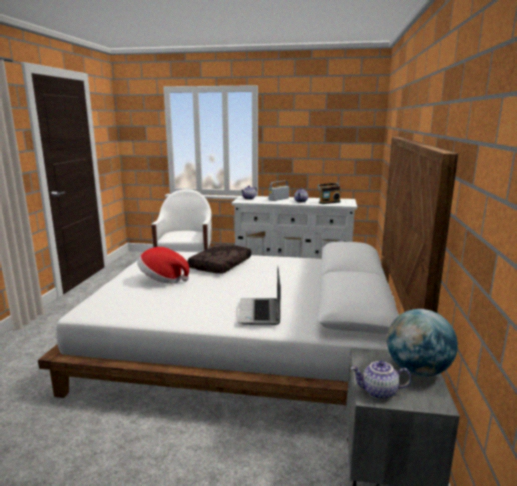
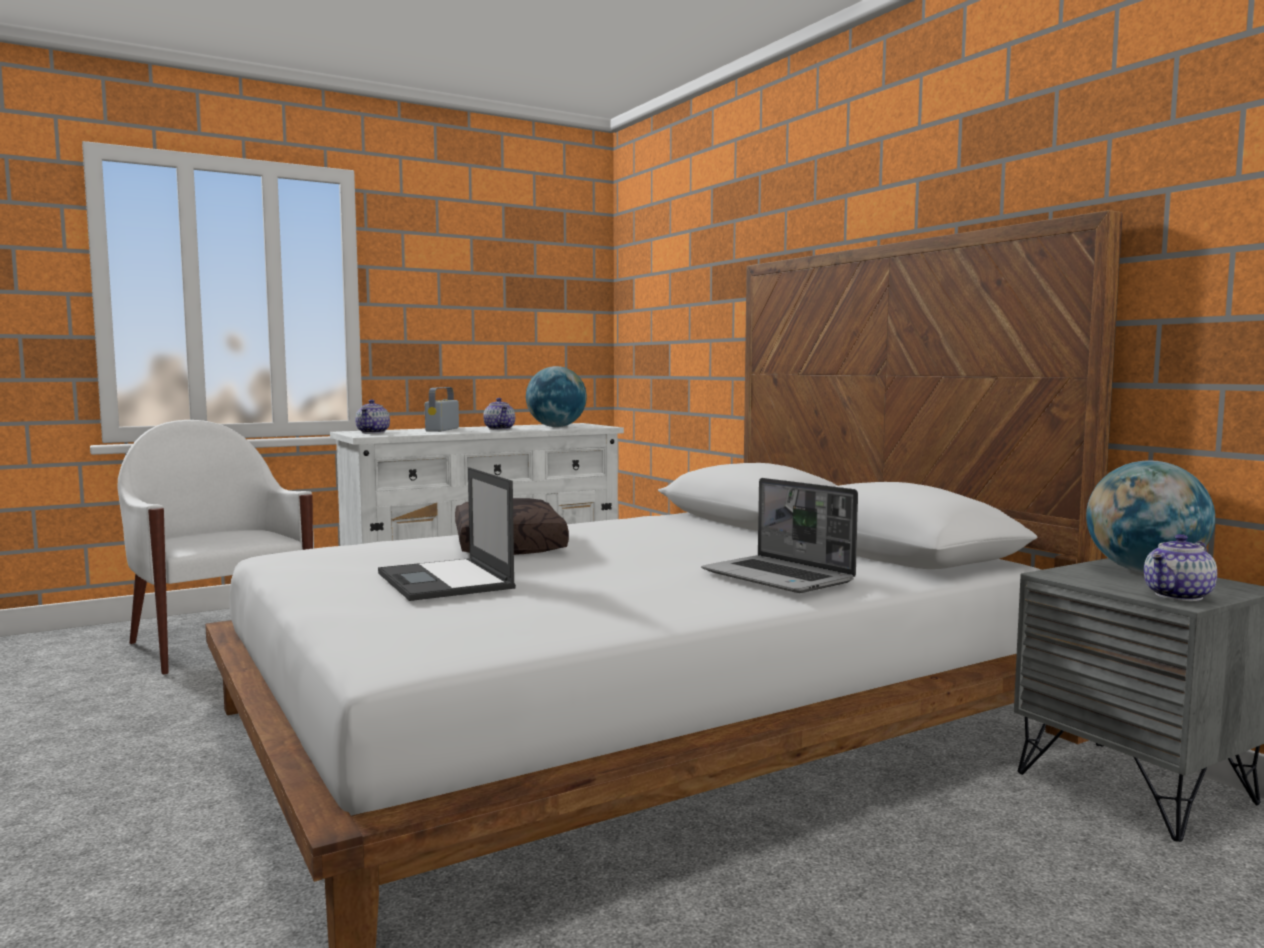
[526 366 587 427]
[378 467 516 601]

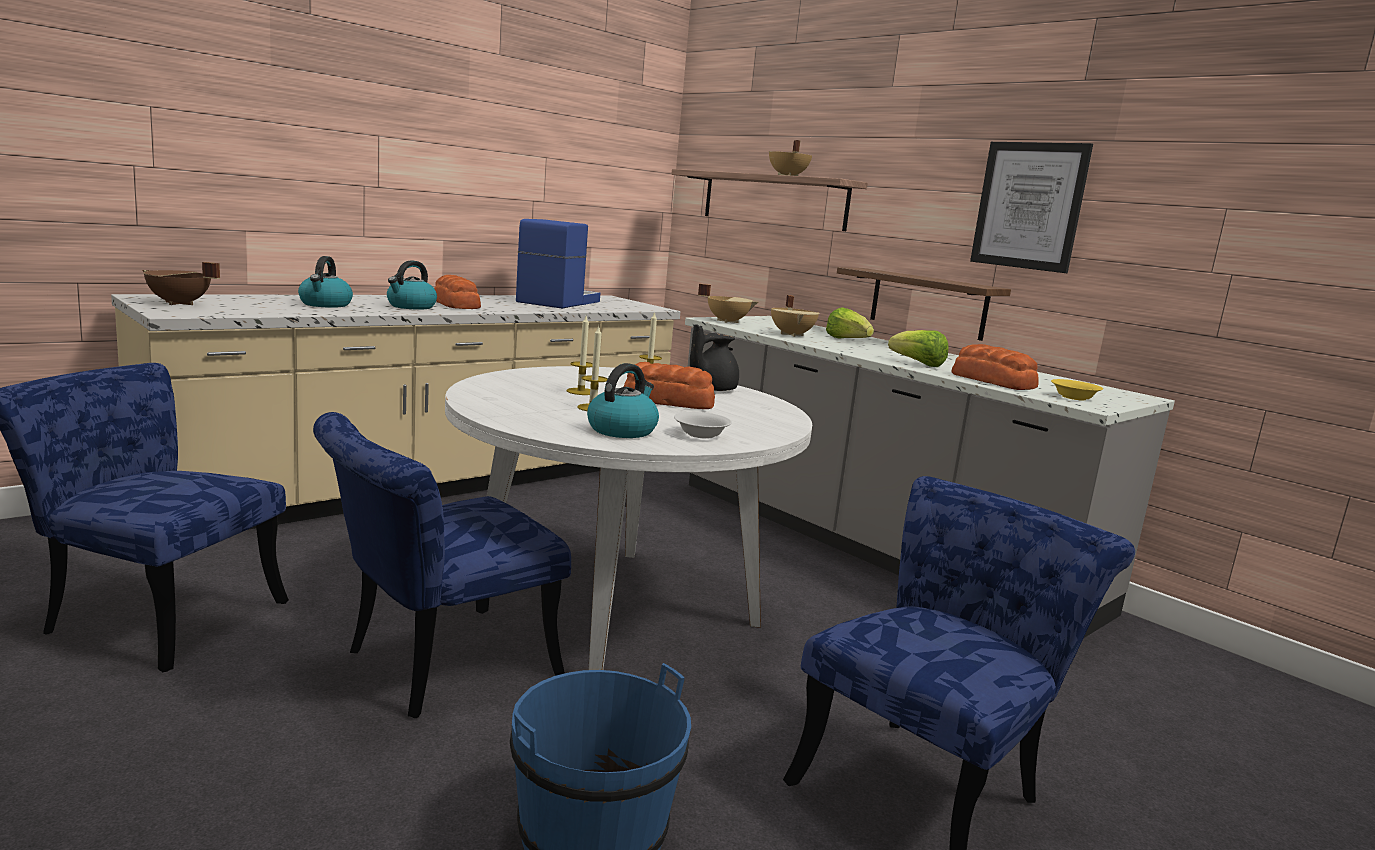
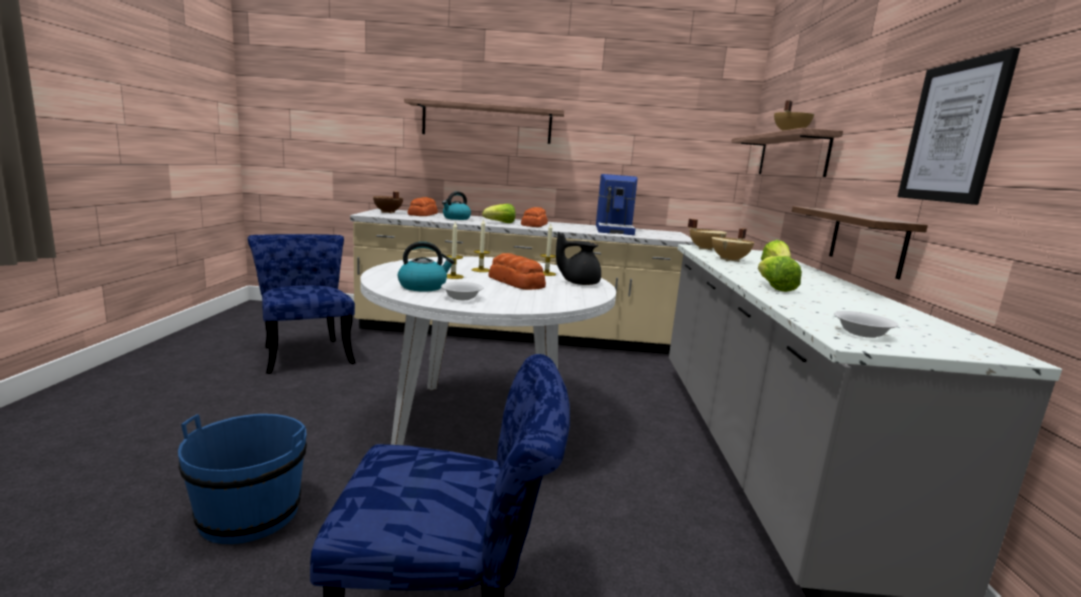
[596 174 638 235]
[482 204 516 223]
[407 197 438 216]
[834 311 898 338]
[313 412 571 718] (first image)
[404 98 564 144]

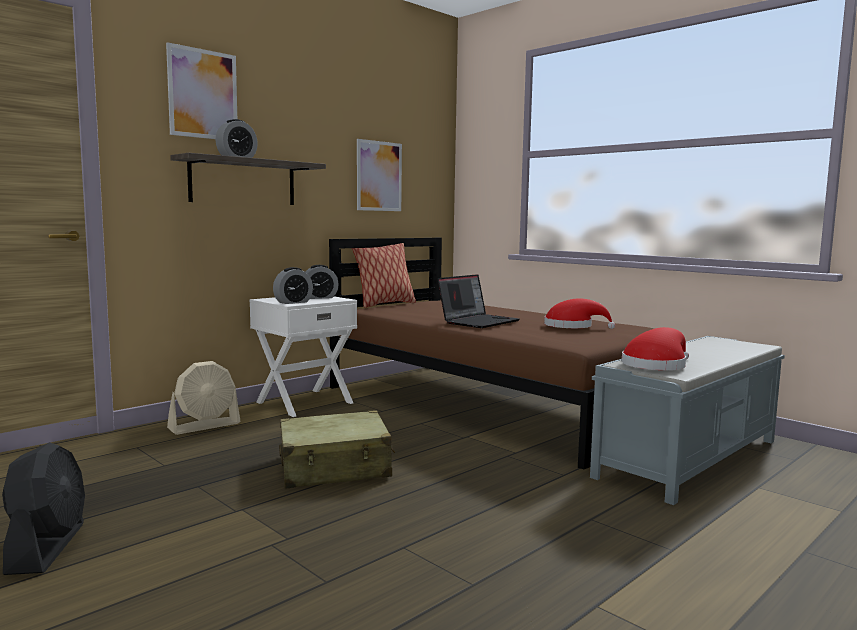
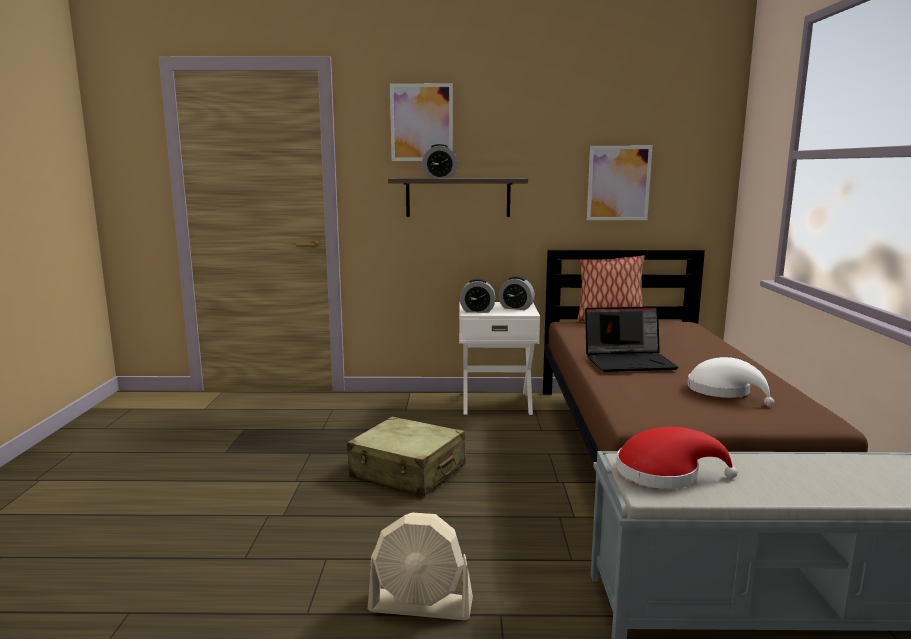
[687 357 774 406]
[368 512 473 620]
[2 442 85 575] (first image)

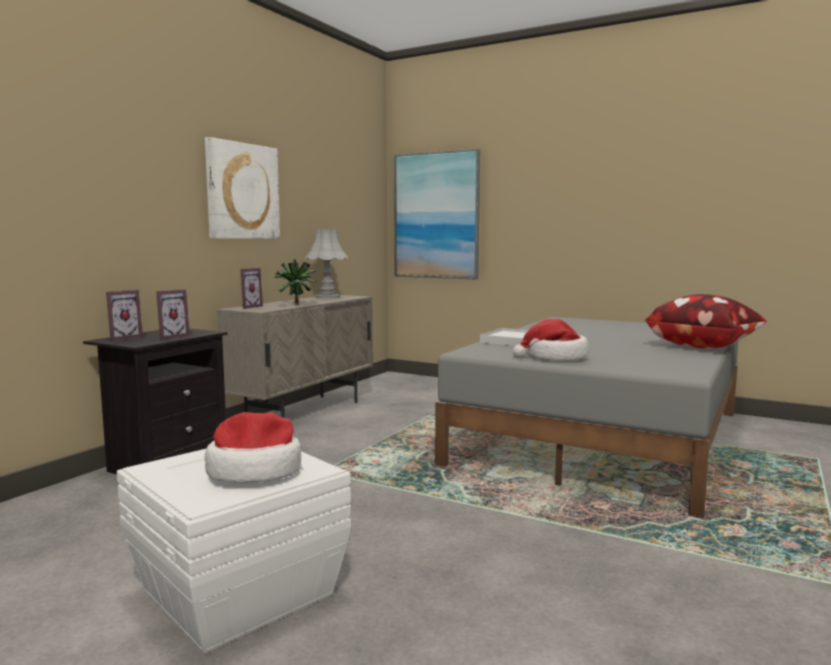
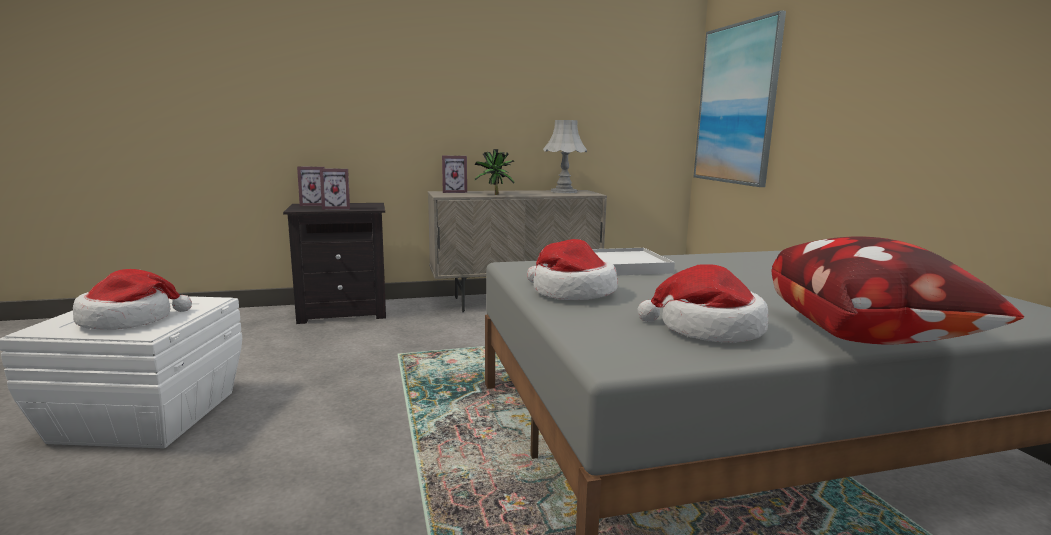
[205 137 280 239] (first image)
[638 264 768 343]

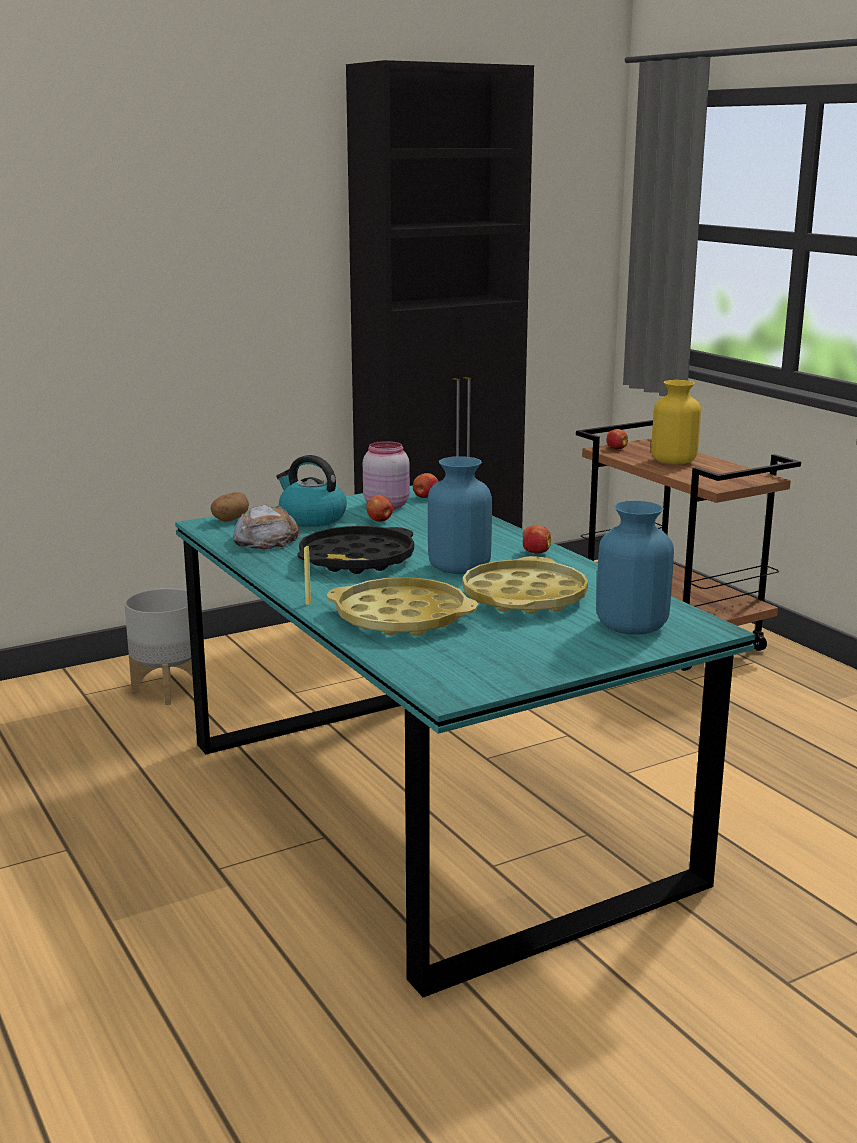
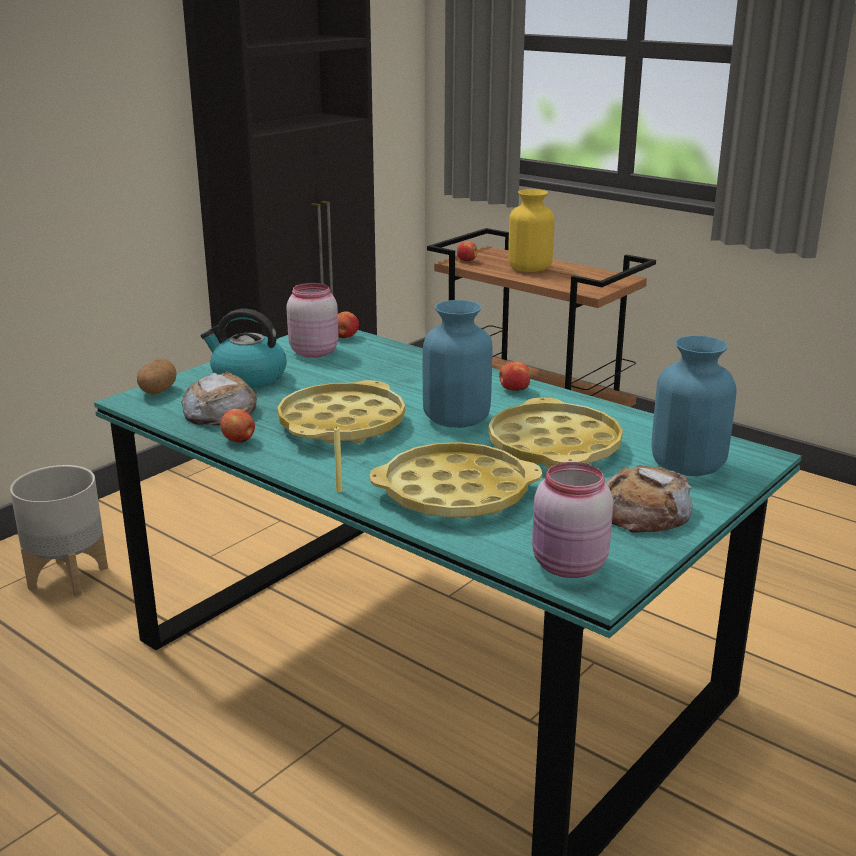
[220 409 255 443]
[277 380 405 444]
[532 462 613 578]
[606 465 693 533]

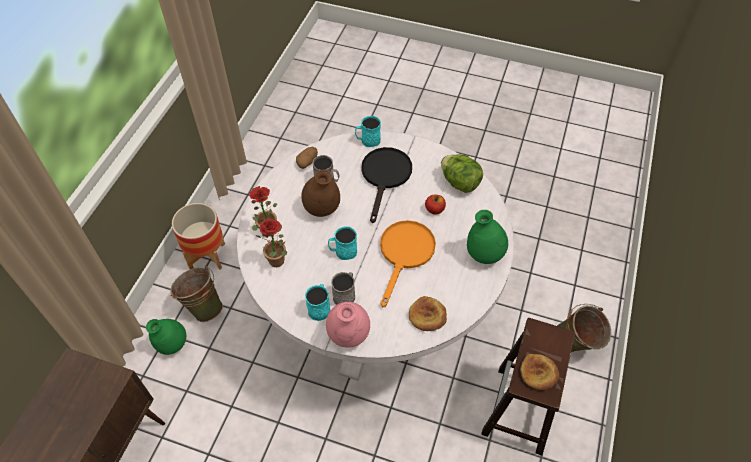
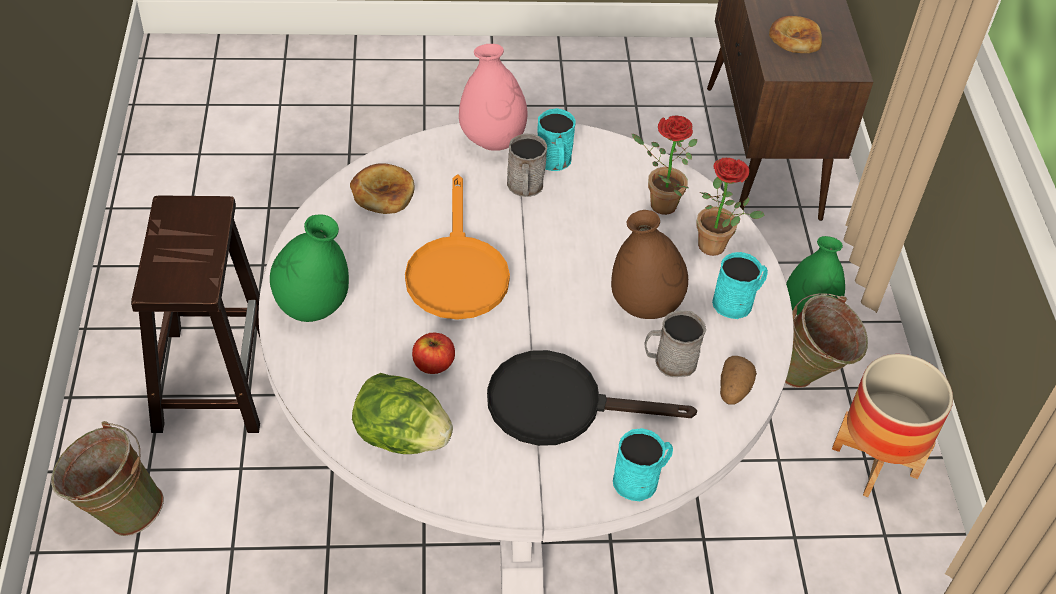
[487 350 697 446]
[712 252 768 319]
[769 16 822 53]

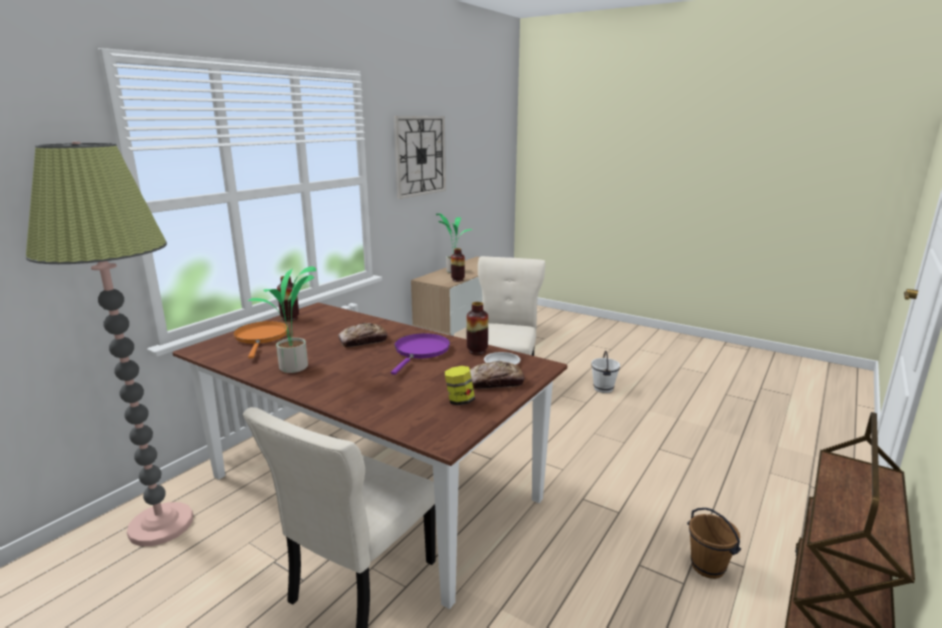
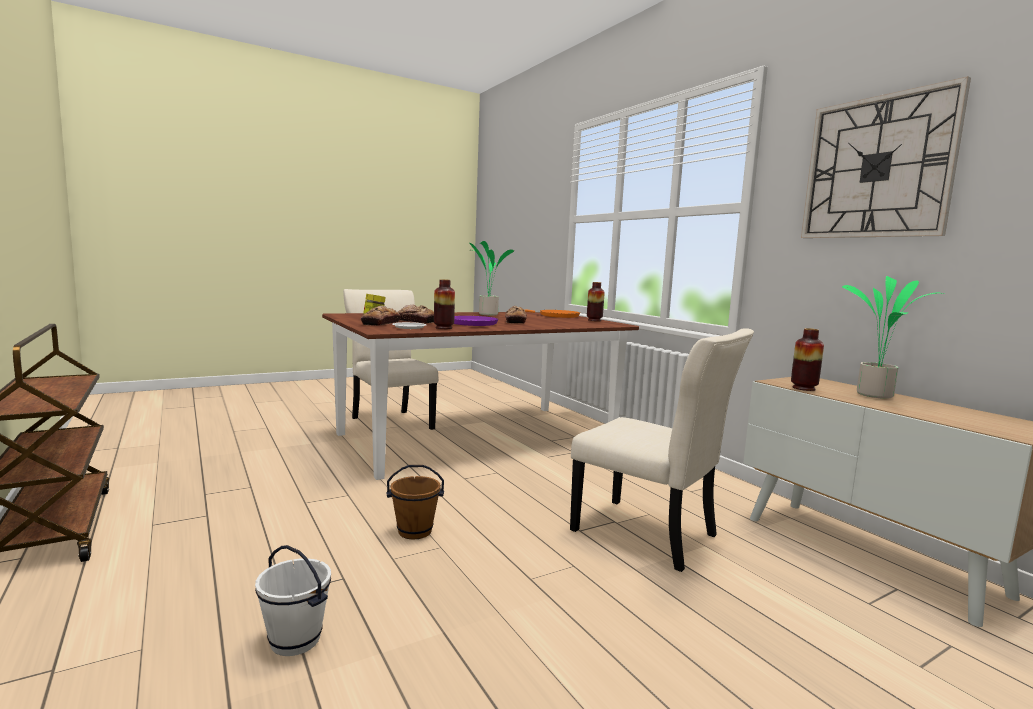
[26 142 193 546] (first image)
[255 545 331 656]
[387 465 444 539]
[398 304 434 323]

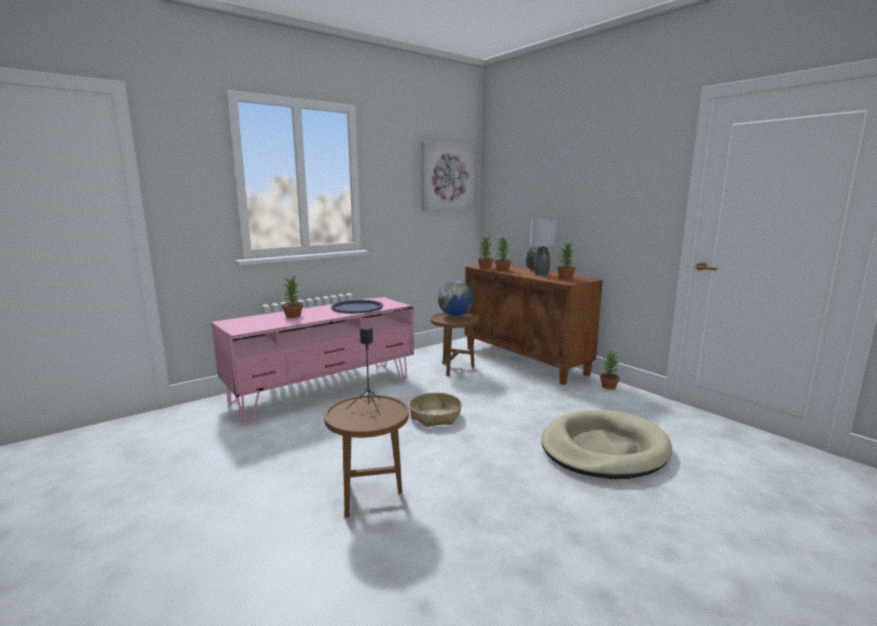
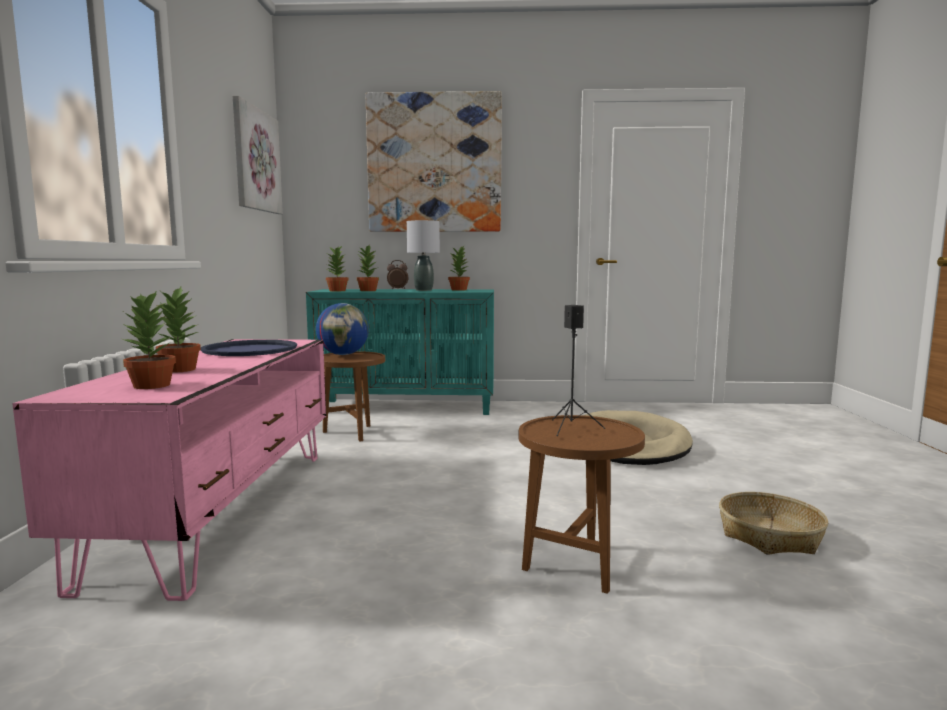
[306 289 494 415]
[122 290 176 389]
[719 492 828 555]
[366 91 502 232]

